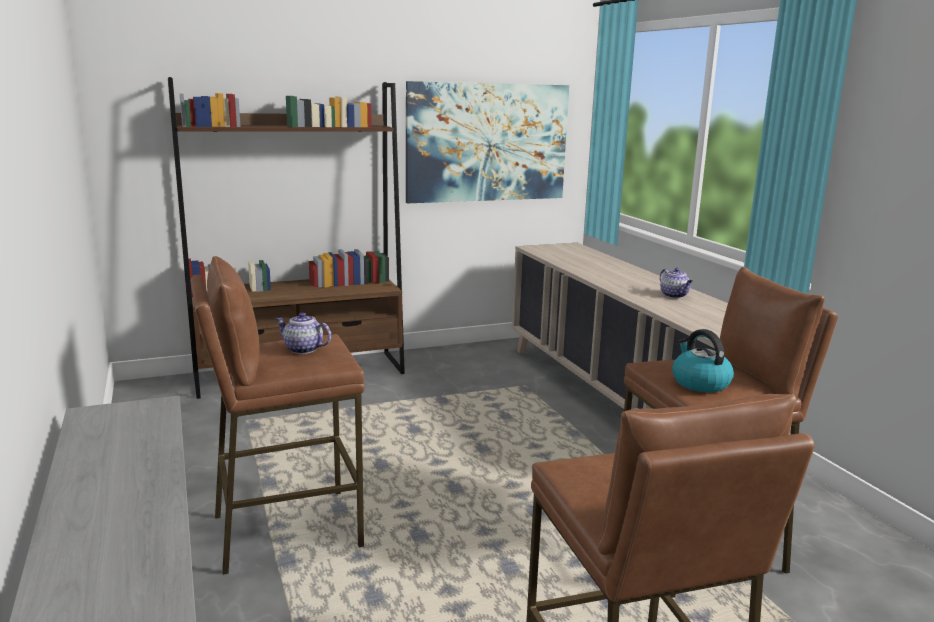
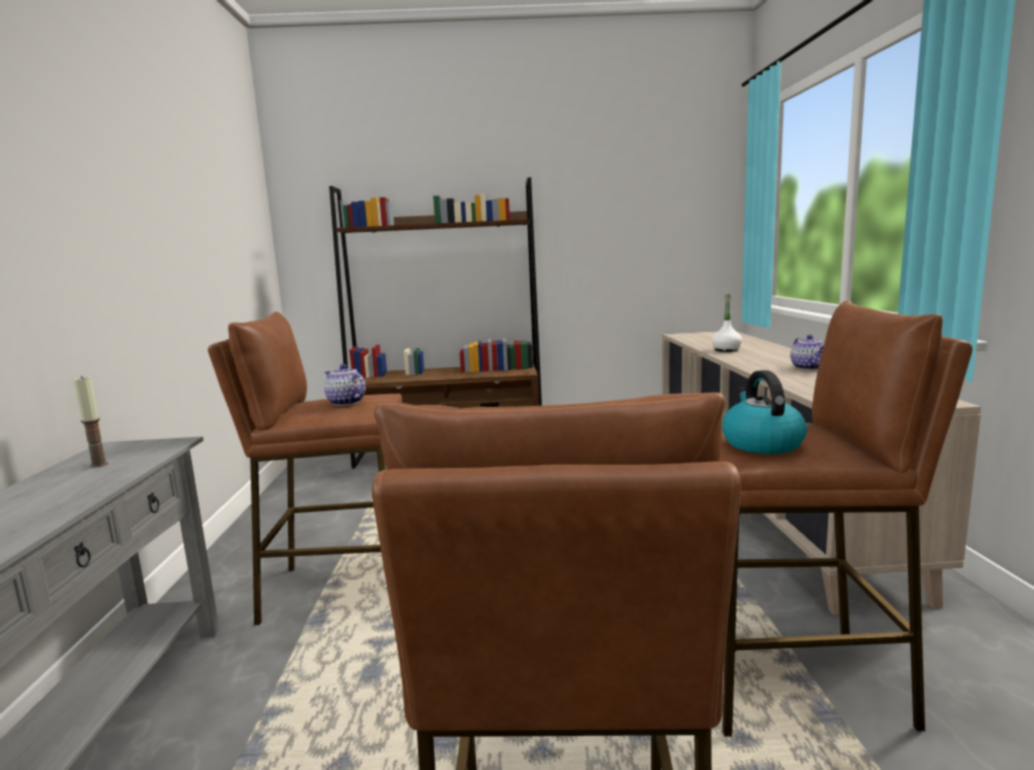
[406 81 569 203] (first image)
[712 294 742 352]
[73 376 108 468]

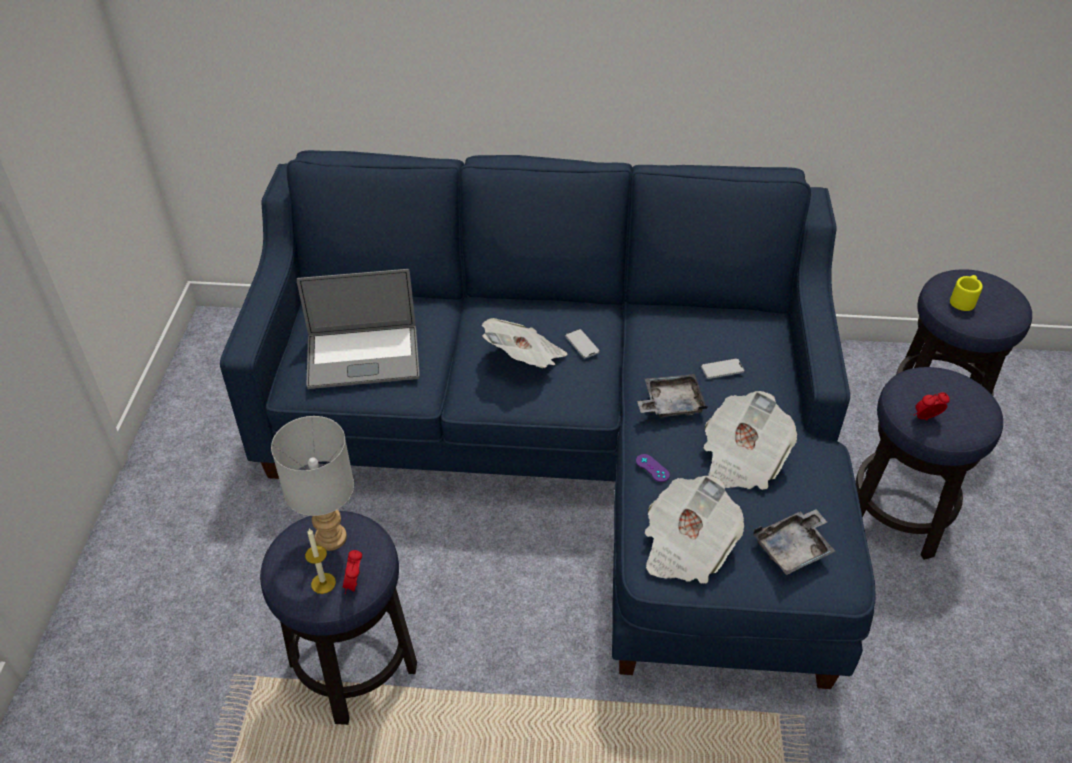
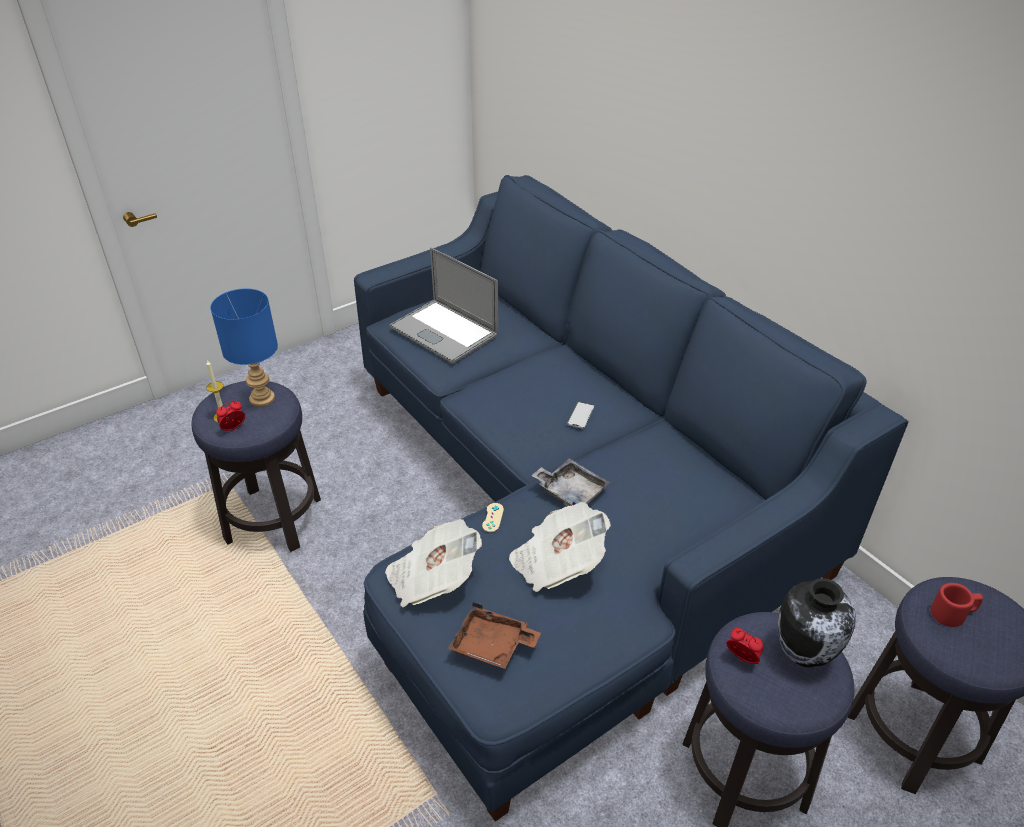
[930 583 983 627]
[482 318 568 368] (first image)
[701 358 744 379] (first image)
[210 288 278 407]
[482 503 504 532]
[448 601 541 669]
[778 578 856 668]

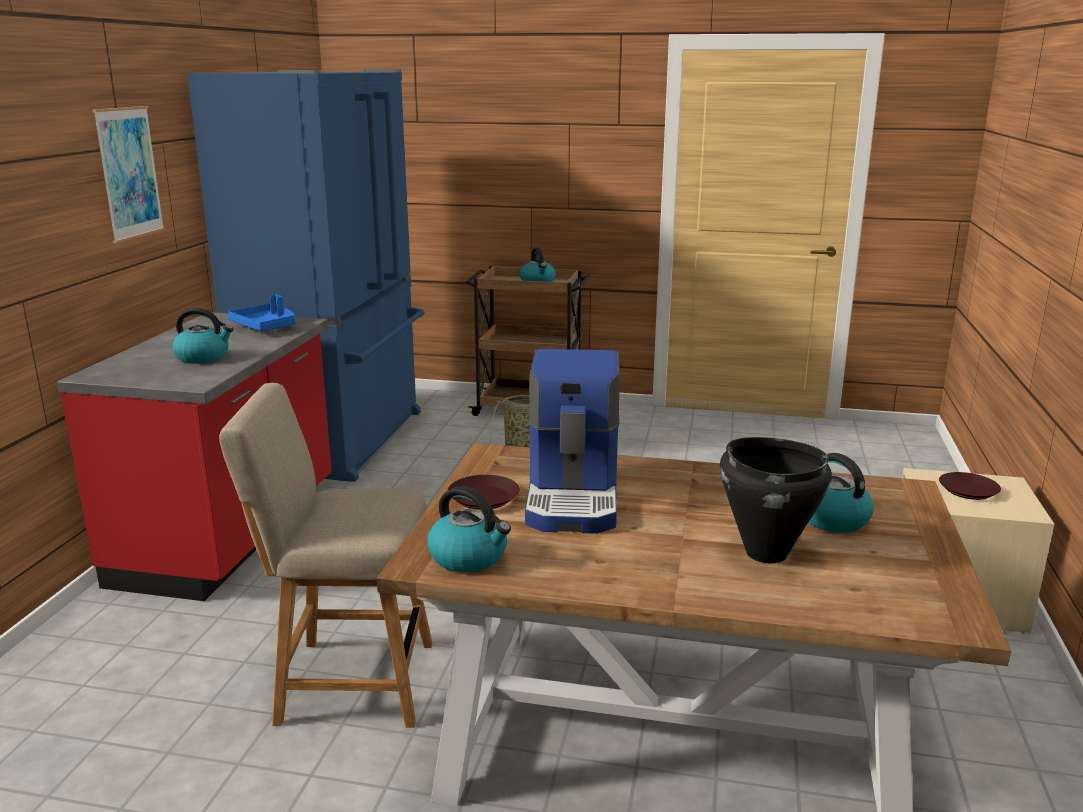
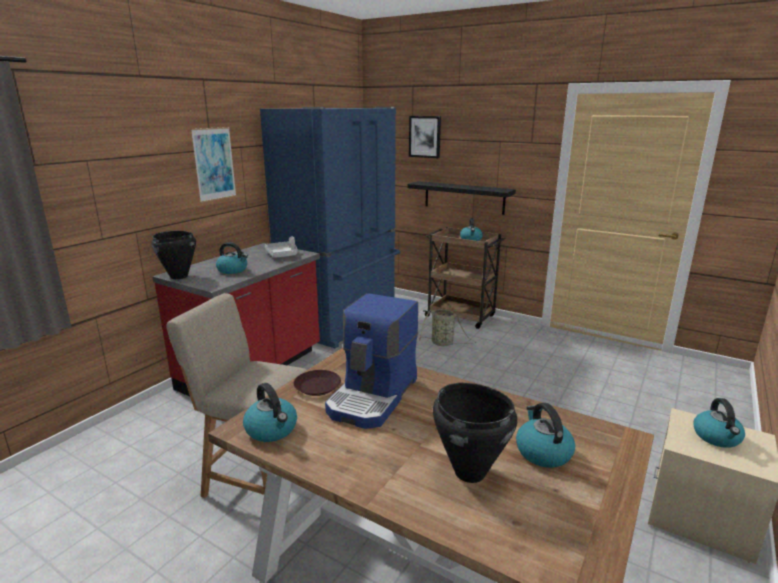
[265 236 297 258]
[694 398 745 448]
[409 116 441 158]
[408 181 516 215]
[151 231 196 279]

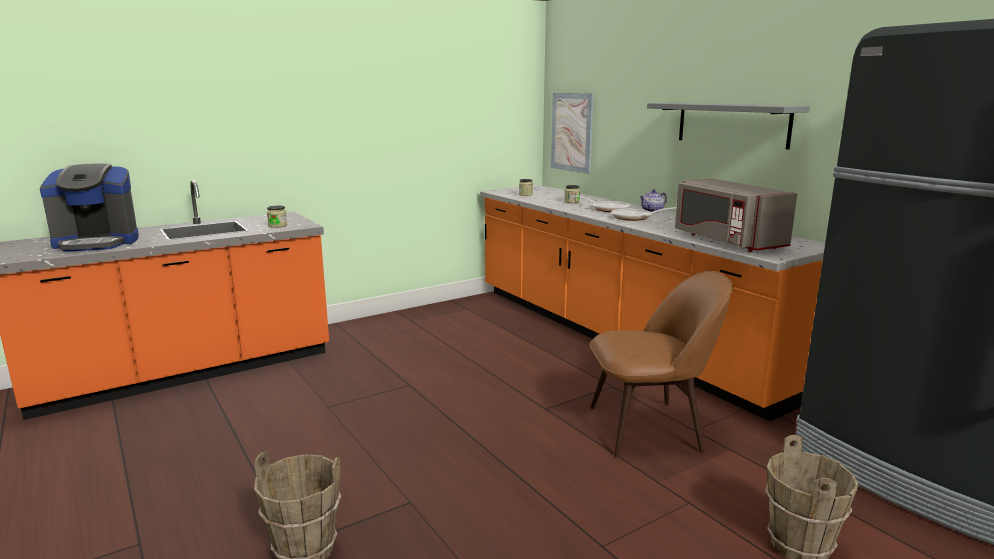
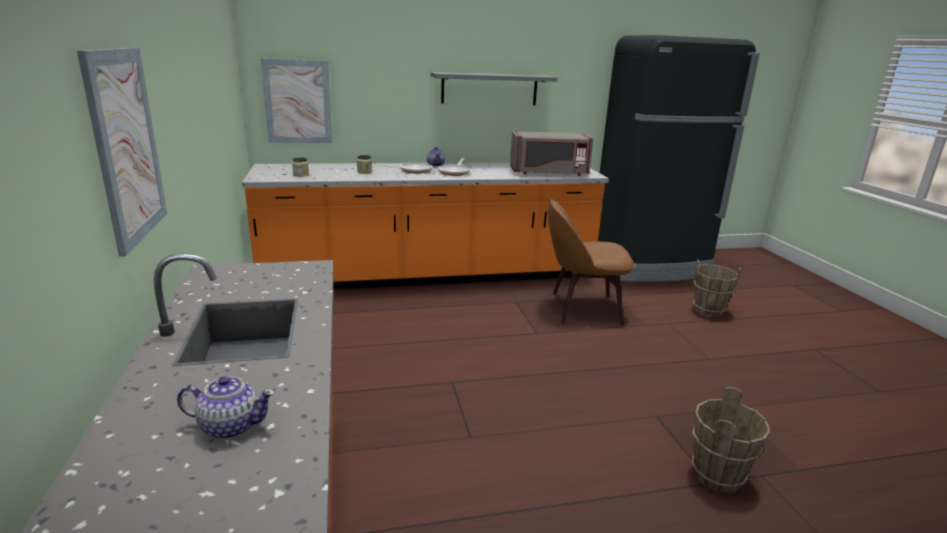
[177 376 275 439]
[267 206 287 228] (first image)
[548 198 635 326]
[77 48 167 257]

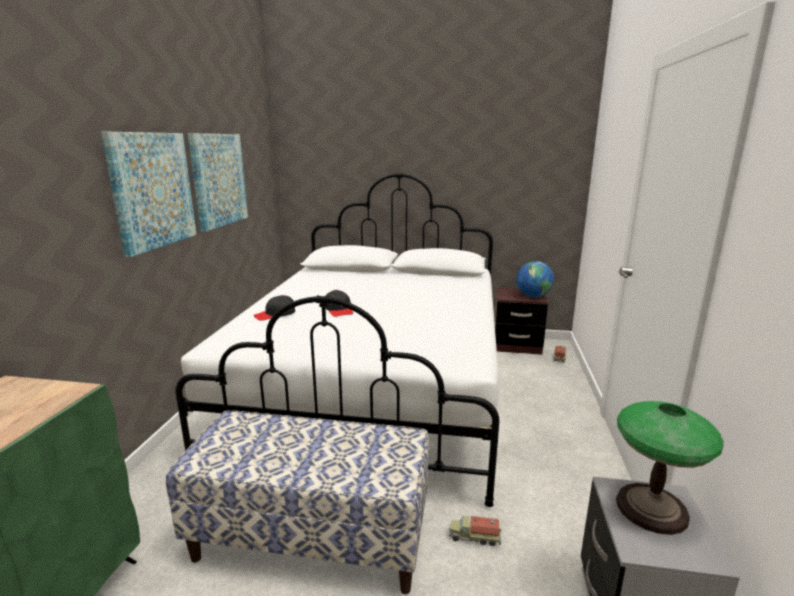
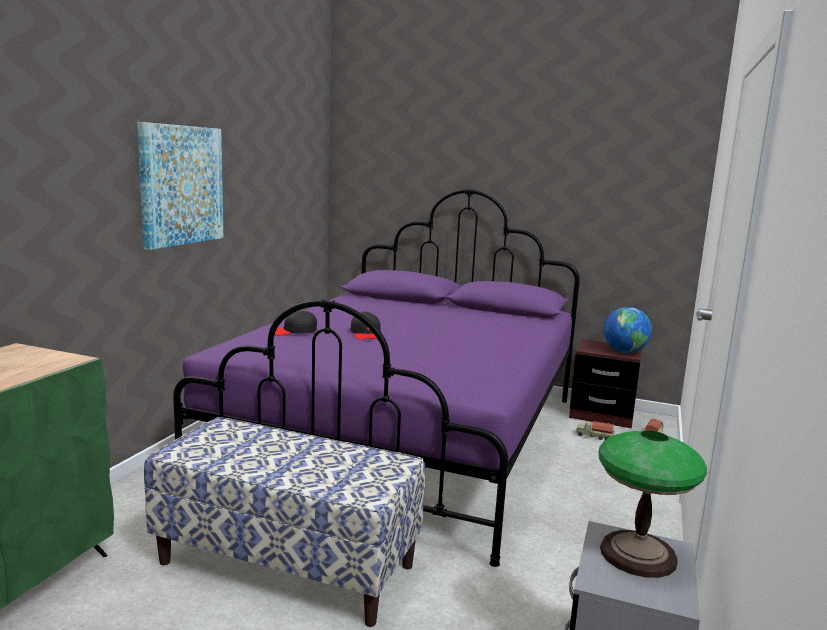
[188 133 248 232] (first image)
[173 189 580 567]
[576 421 615 440]

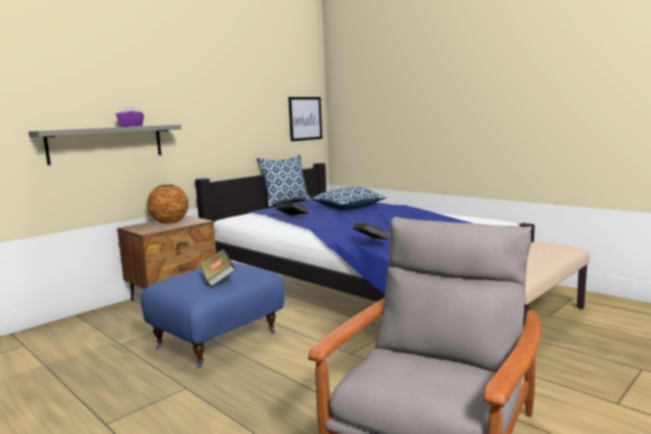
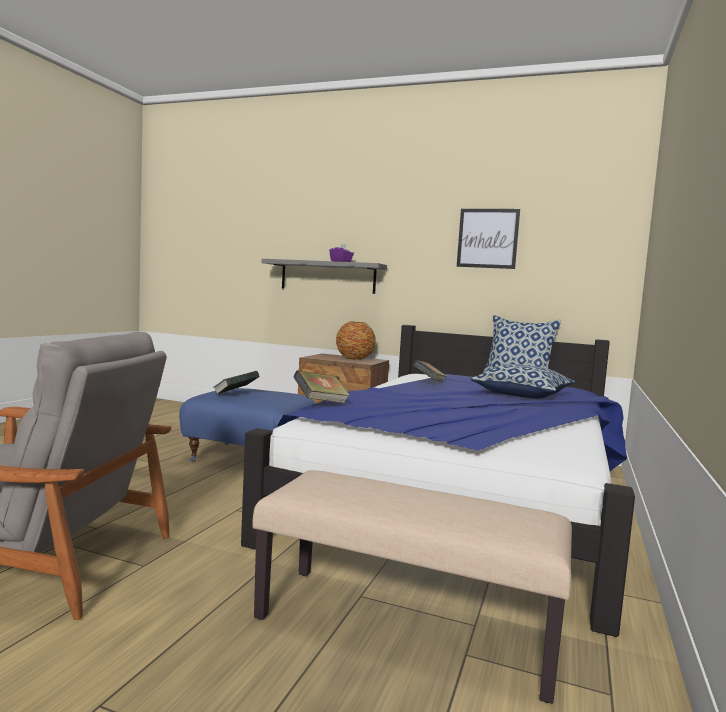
[457 209 520 269]

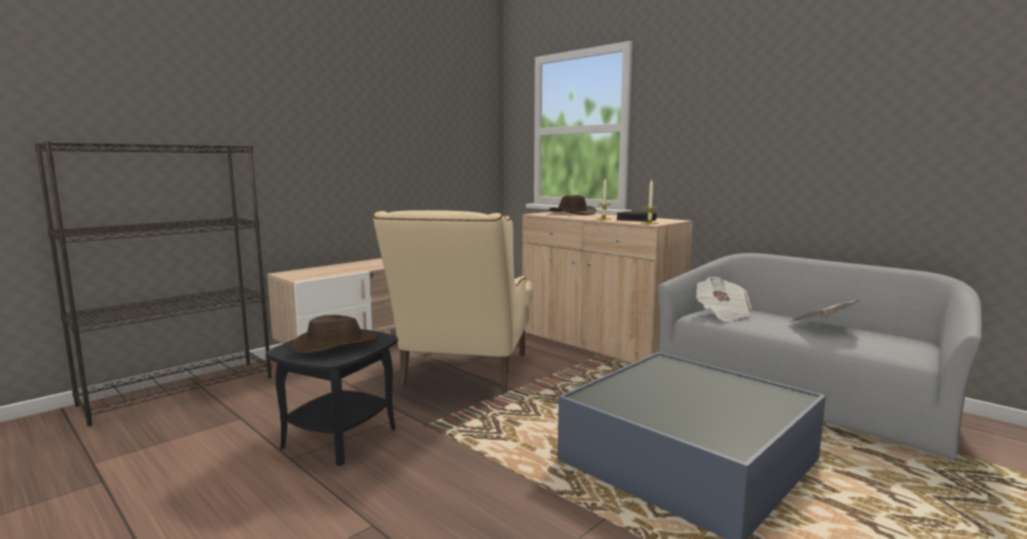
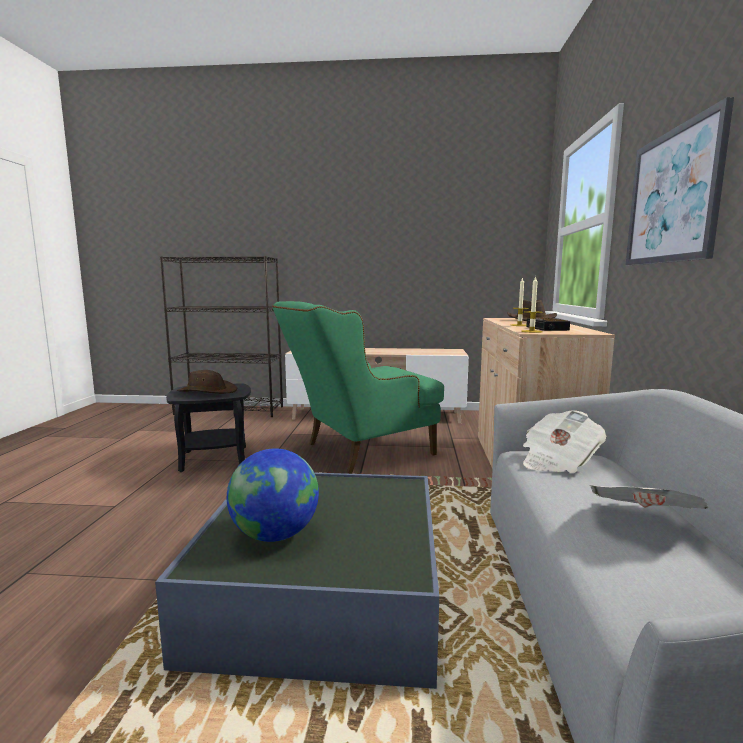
[272 301 444 474]
[625 97 734 266]
[227 448 319 542]

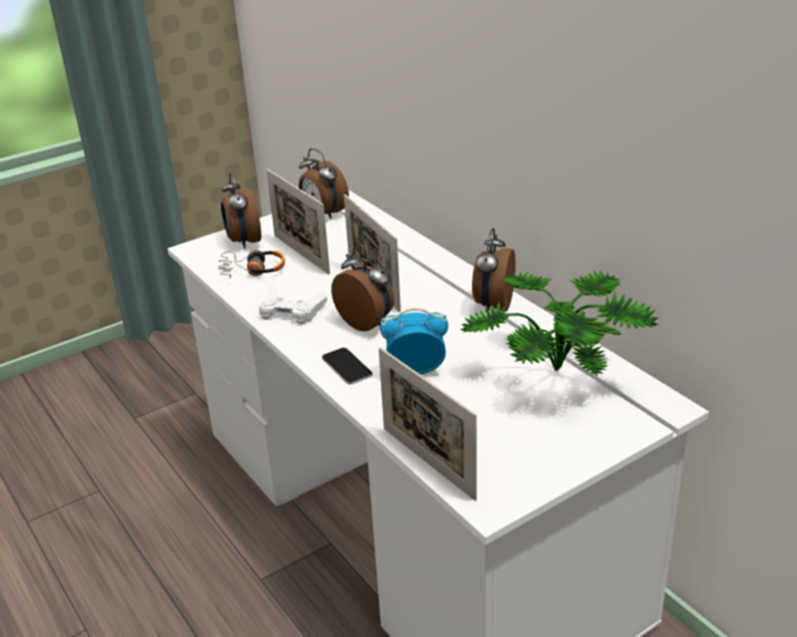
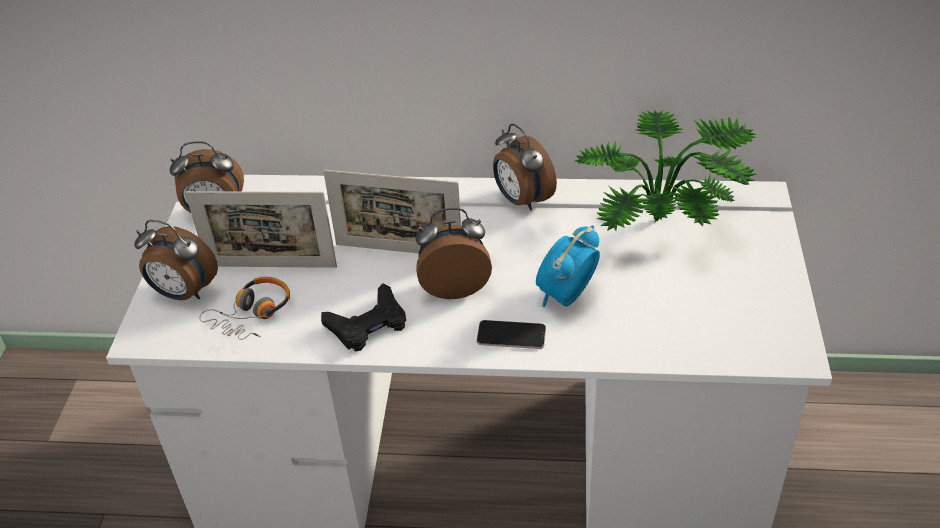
[321 283 406 352]
[379 347 477 501] (first image)

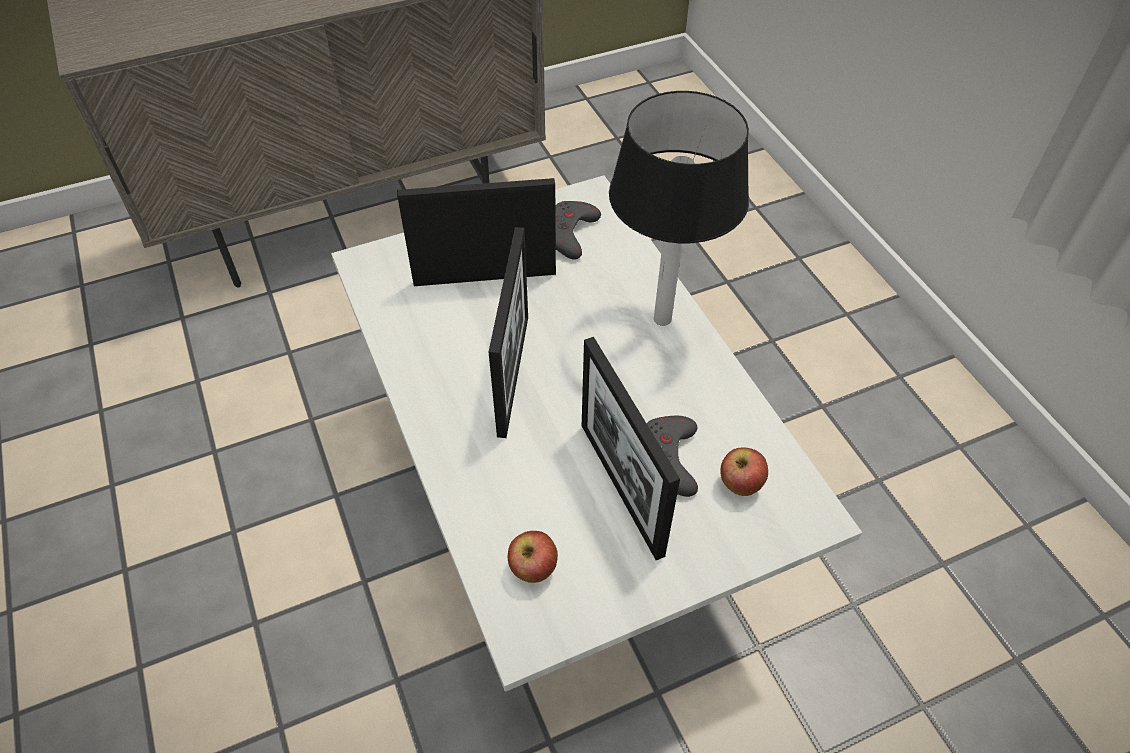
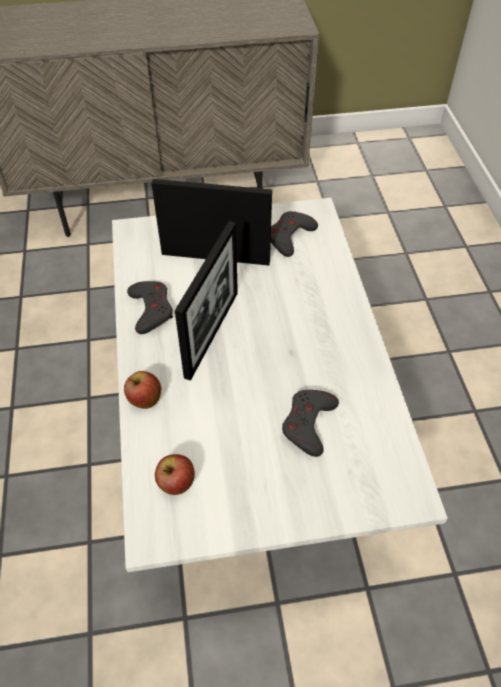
[609 91 749 326] (first image)
[582 337 680 560] (first image)
[124 371 161 409]
[127 281 173 334]

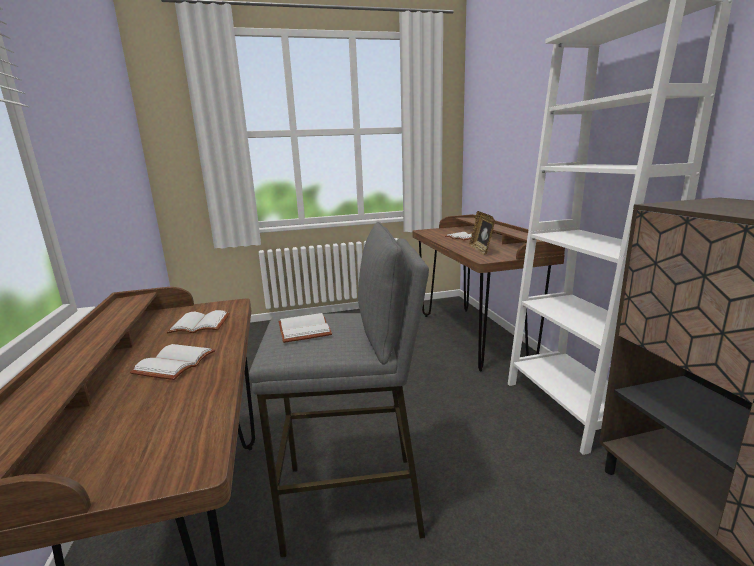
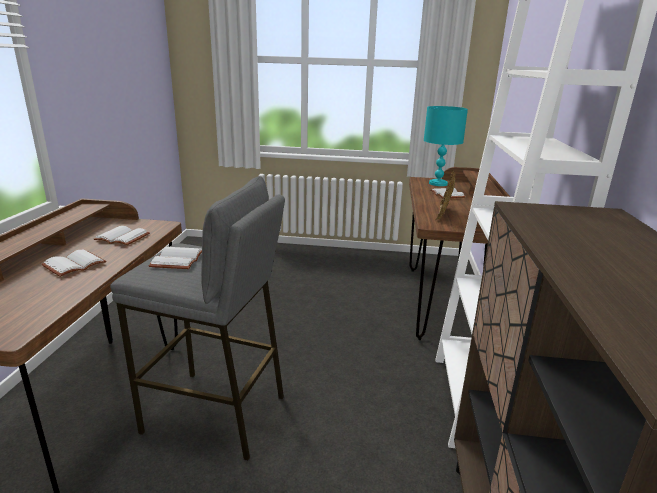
[424 106 468 186]

